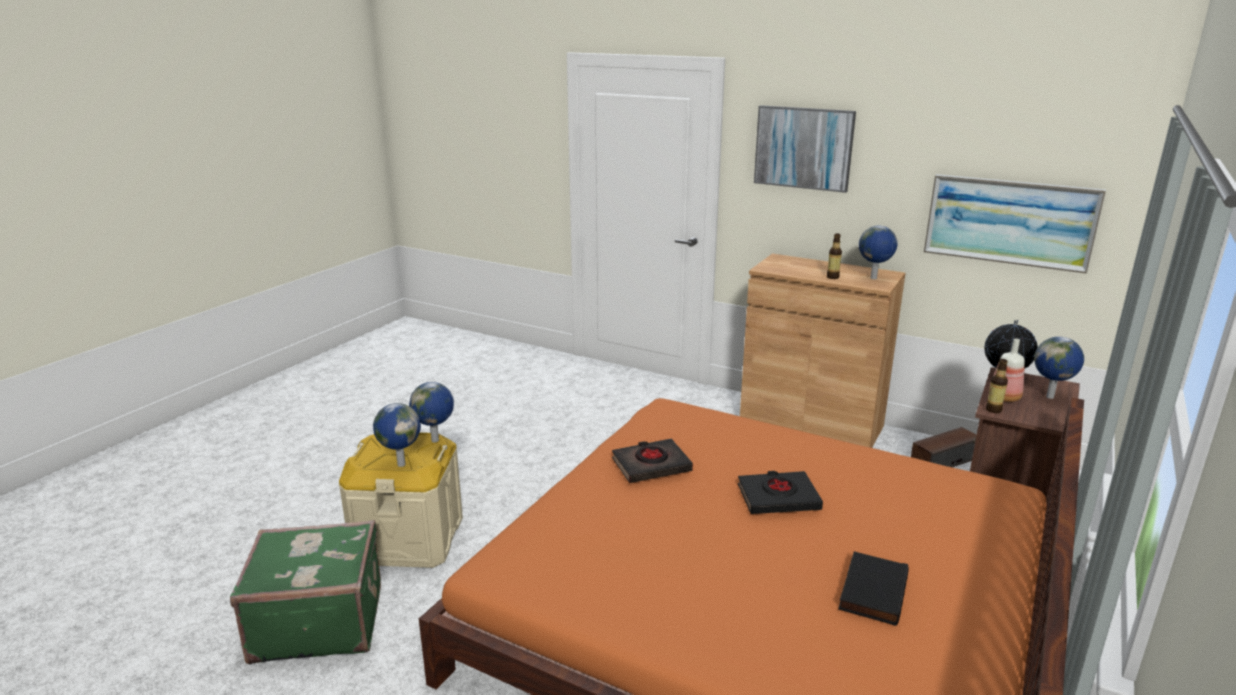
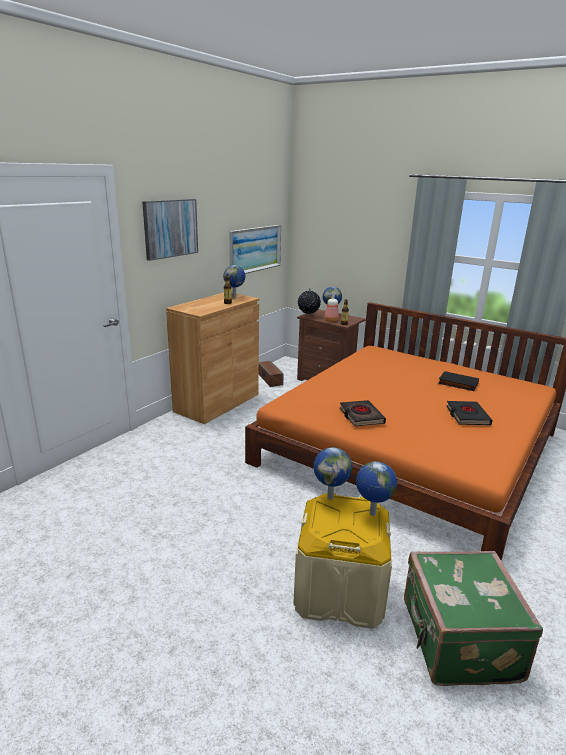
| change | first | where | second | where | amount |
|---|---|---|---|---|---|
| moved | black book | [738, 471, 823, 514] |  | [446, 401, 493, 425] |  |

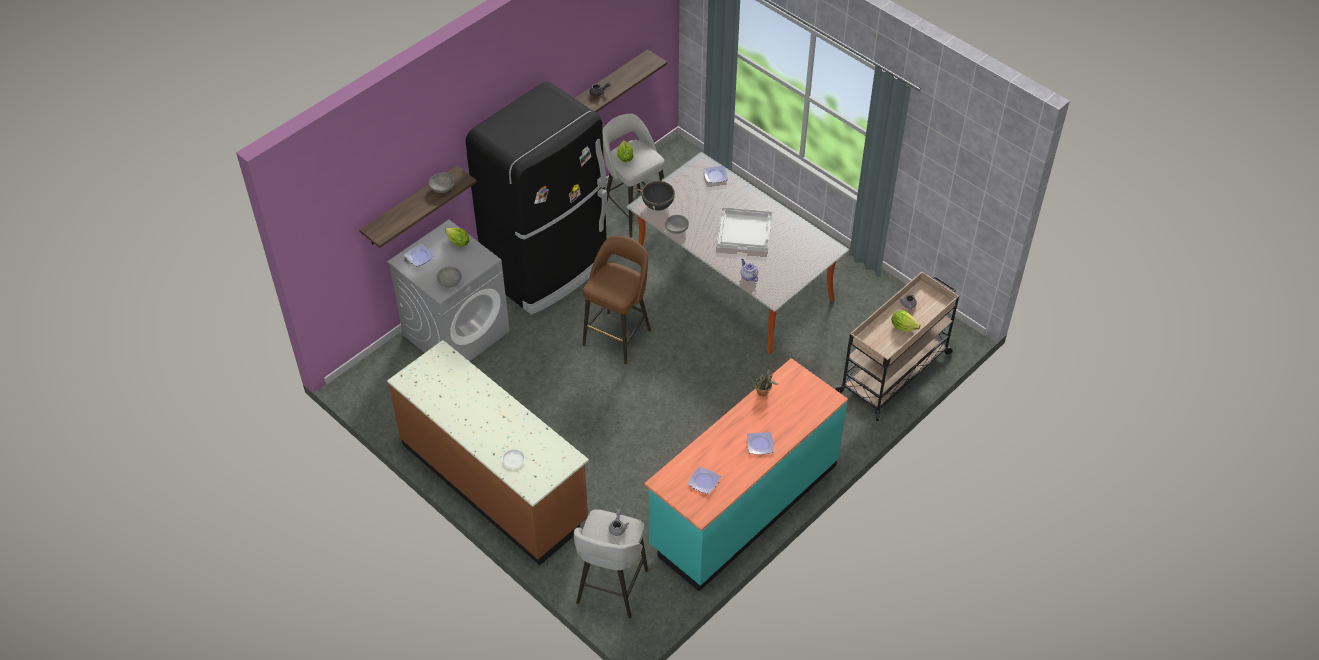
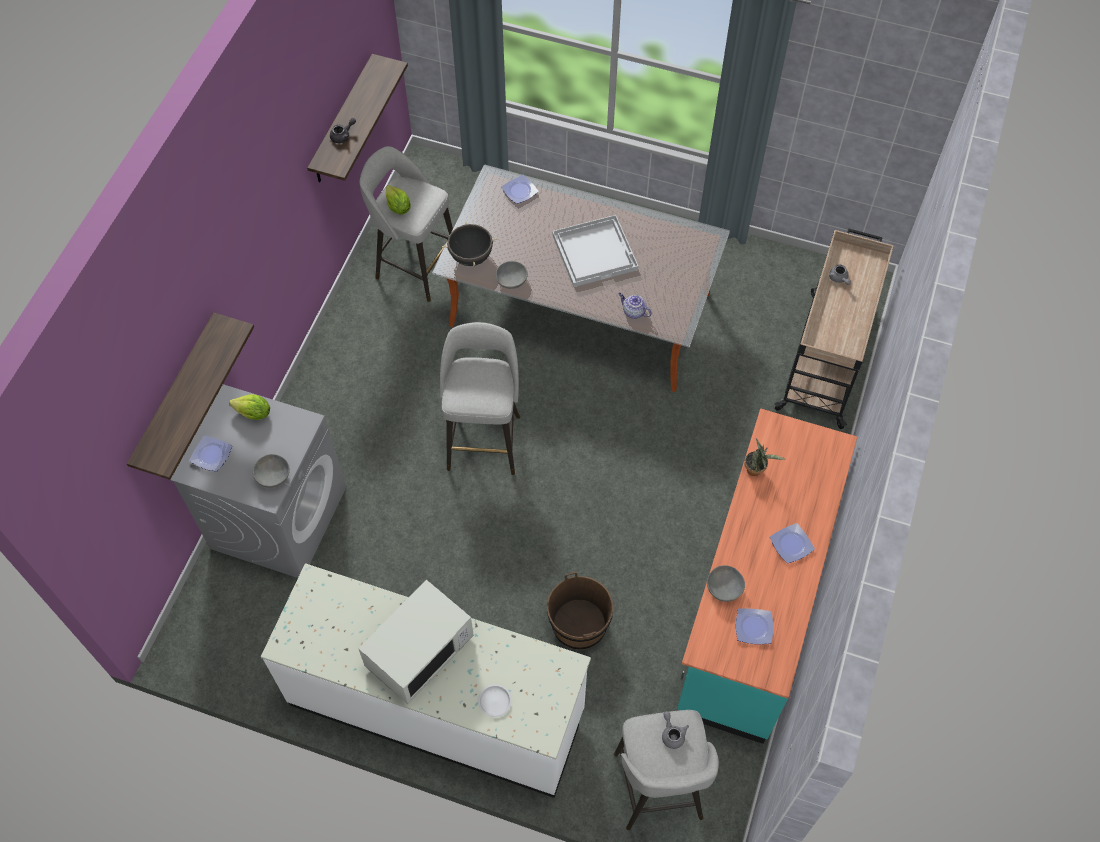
| change | first | where | second | where | amount |
|---|---|---|---|---|---|
| recoloured | brown counter | [387, 340, 589, 565] | white counter | [261, 563, 591, 798] |  |
| moved | grey bowl | [429, 173, 454, 193] |  | [707, 565, 745, 602] |  |
| removed | black fridge | [466, 82, 607, 315] |  |  |  |
| recoloured | brown stool | [582, 236, 651, 365] | grey stool | [440, 322, 520, 475] |  |
| removed | lettuce | [891, 310, 921, 332] |  |  |  |
| added |  |  | white microwave | [358, 580, 474, 704] |  |
| added |  |  | brown bucket | [547, 572, 613, 650] |  |

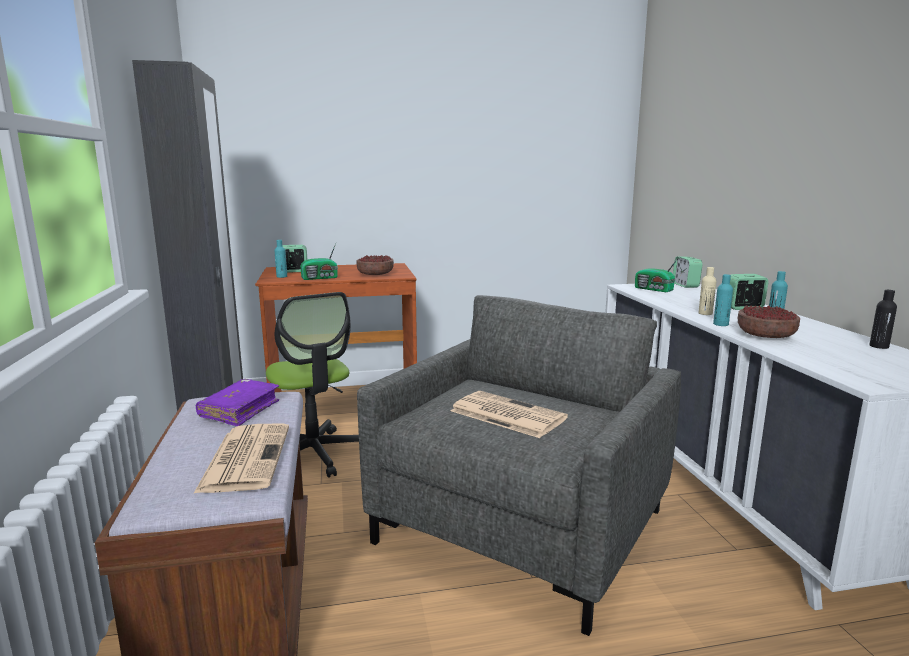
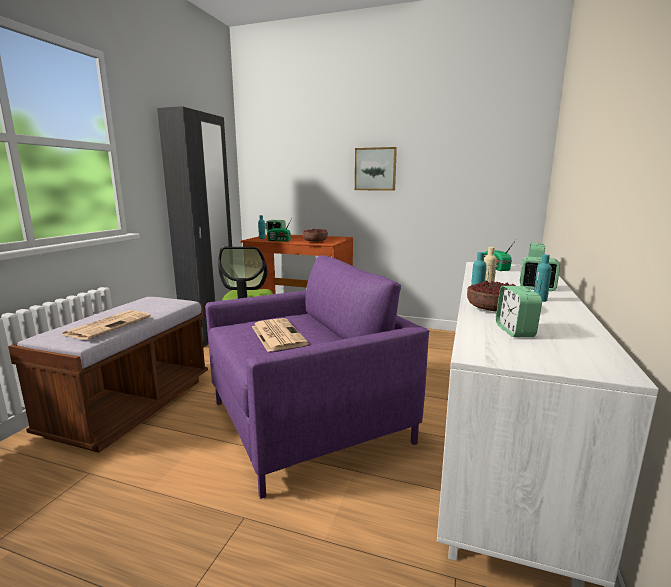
| change | first | where | second | where | amount |
|---|---|---|---|---|---|
| removed | purple book | [196, 379, 279, 426] |  |  |  |
| recoloured | grey armchair | [357, 295, 681, 636] | purple armchair | [205, 255, 429, 499] |  |
| removed | black bottle | [869, 290, 897, 349] |  |  |  |
| added |  |  | picture | [355, 147, 397, 190] |  |
| added |  |  | alarm clock | [496, 286, 542, 337] |  |

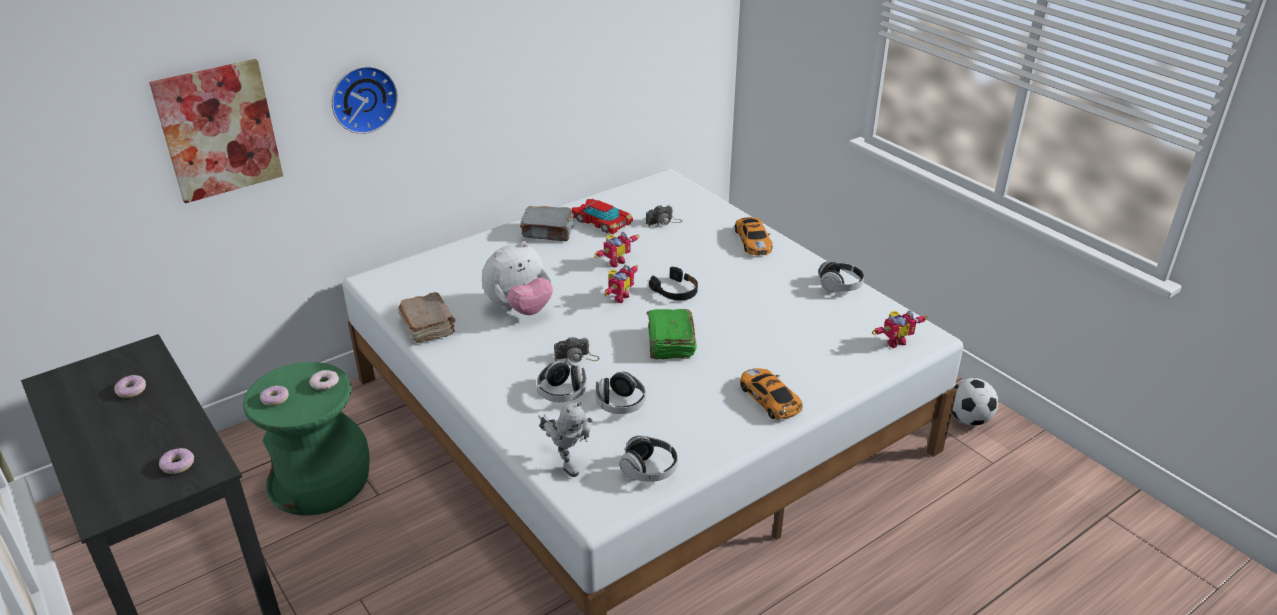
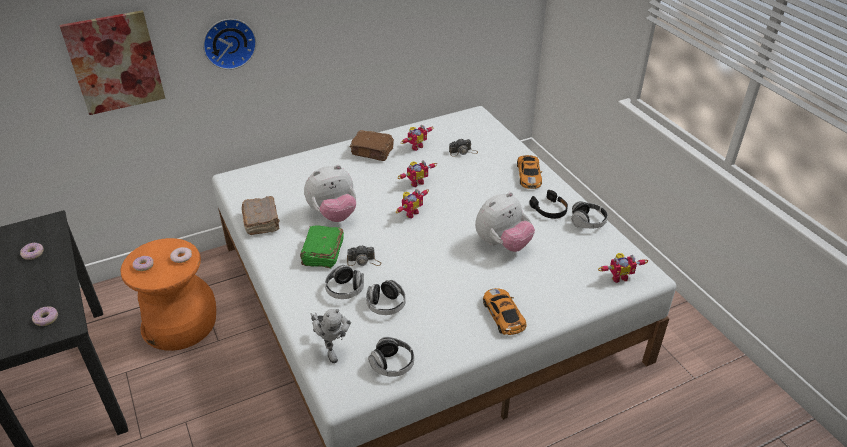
| change | first | where | second | where | amount |
|---|---|---|---|---|---|
| recoloured | green stool | [243, 362, 370, 515] | orange stool | [121, 238, 216, 351] |  |
| recoloured | grey book | [520, 206, 574, 241] | brown book | [350, 130, 394, 161] |  |
| replaced | toy car | [572, 199, 633, 234] | toy robot | [401, 125, 434, 151] |  |
| moved | green book | [647, 309, 697, 359] |  | [300, 226, 344, 269] |  |
| moved | black headphones | [649, 267, 698, 300] |  | [529, 190, 568, 219] |  |
| removed | football | [952, 378, 999, 426] |  |  |  |
| added |  |  | plush toy | [475, 192, 535, 252] |  |

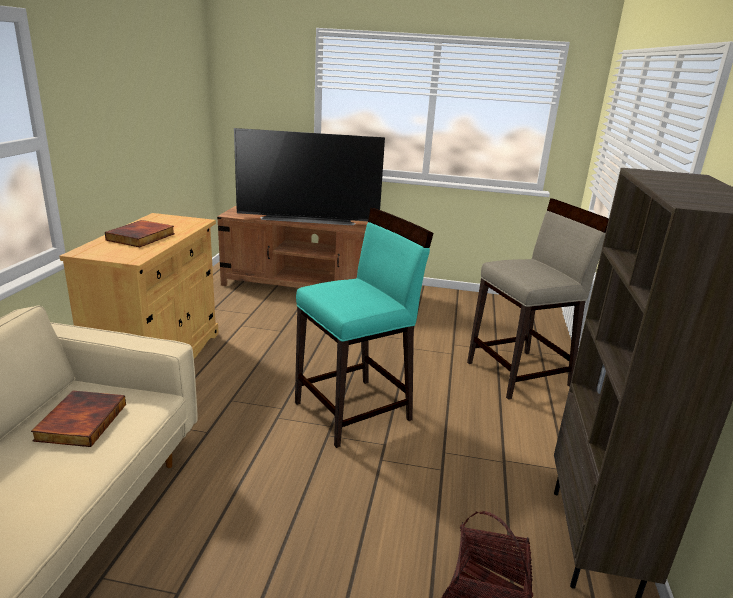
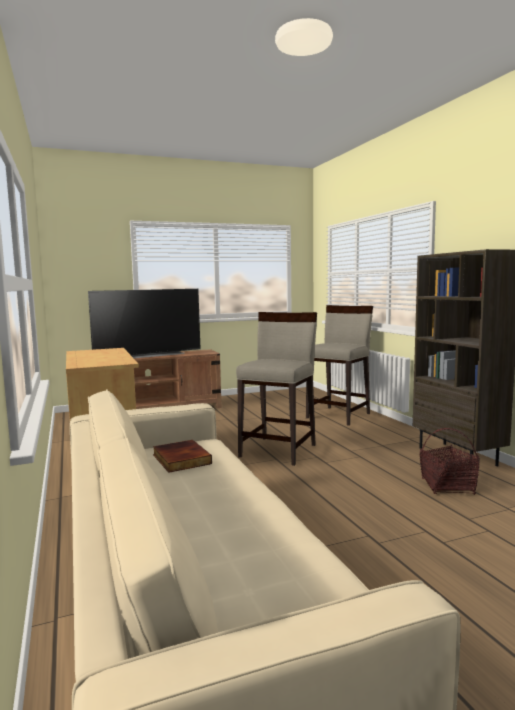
| change | first | where | second | where | amount |
|---|---|---|---|---|---|
| removed | book | [105, 220, 175, 247] |  |  |  |
| recoloured | turquoise stool | [295, 208, 434, 448] | beige stool | [236, 312, 317, 466] |  |

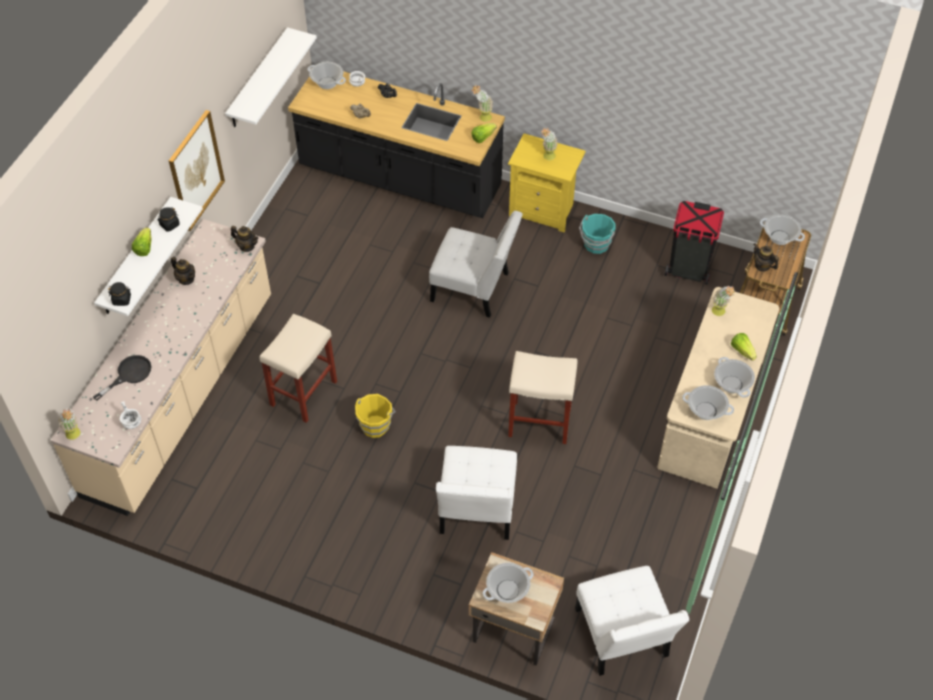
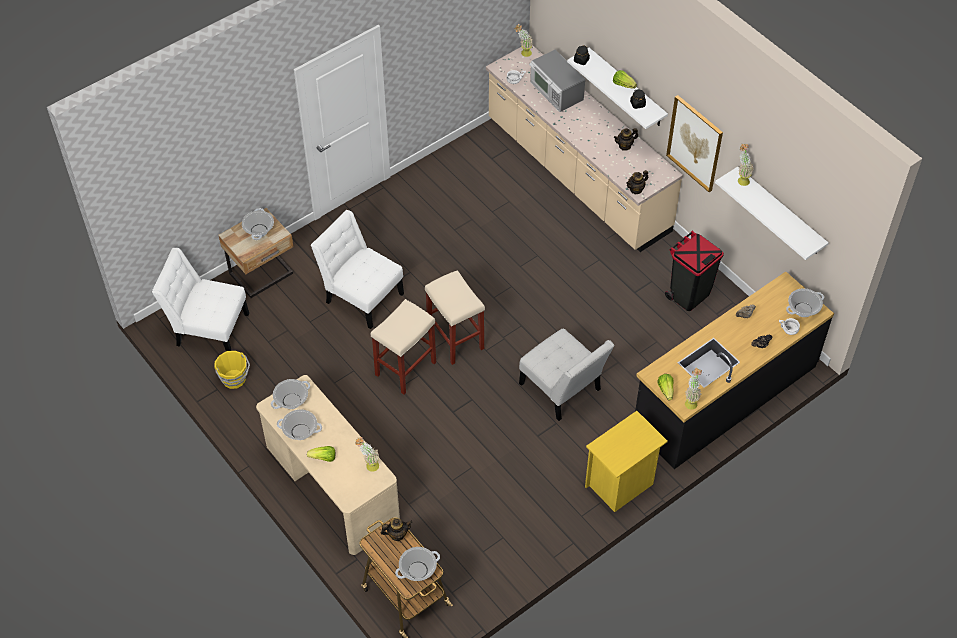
| change | first | where | second | where | amount |
|---|---|---|---|---|---|
| replaced | black frying pan | [93, 355, 151, 400] | microwave | [529, 50, 585, 112] |  |
| moved | beige stool | [259, 314, 337, 423] |  | [425, 270, 485, 365] |  |
| moved | yellow bucket | [355, 394, 396, 438] |  | [214, 351, 250, 389] |  |
| turned | white chair | [429, 211, 523, 318] |  | [519, 329, 614, 421] | 90 degrees counterclockwise |
| moved | potted plant | [541, 128, 558, 160] |  | [738, 144, 754, 186] |  |
| removed | turquoise bucket | [579, 214, 616, 254] |  |  |  |
| moved | black trash can | [665, 201, 724, 285] |  | [665, 231, 724, 311] |  |

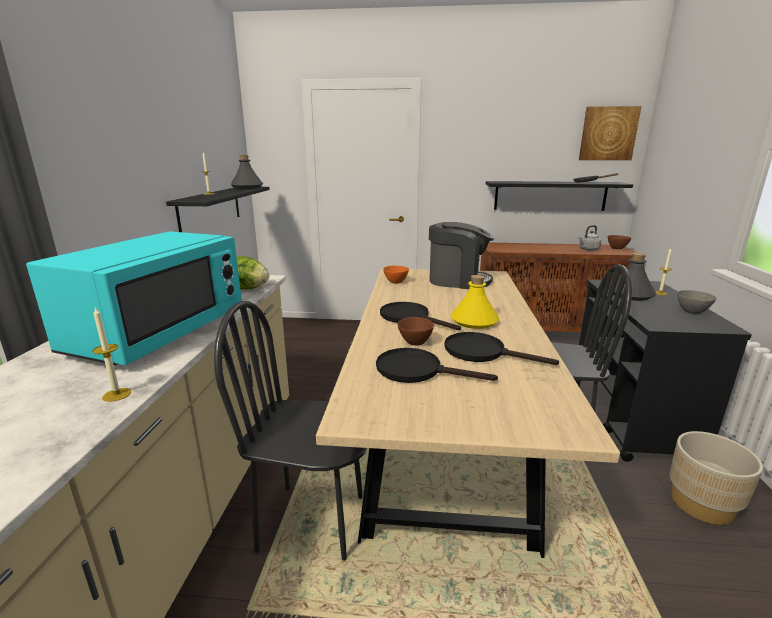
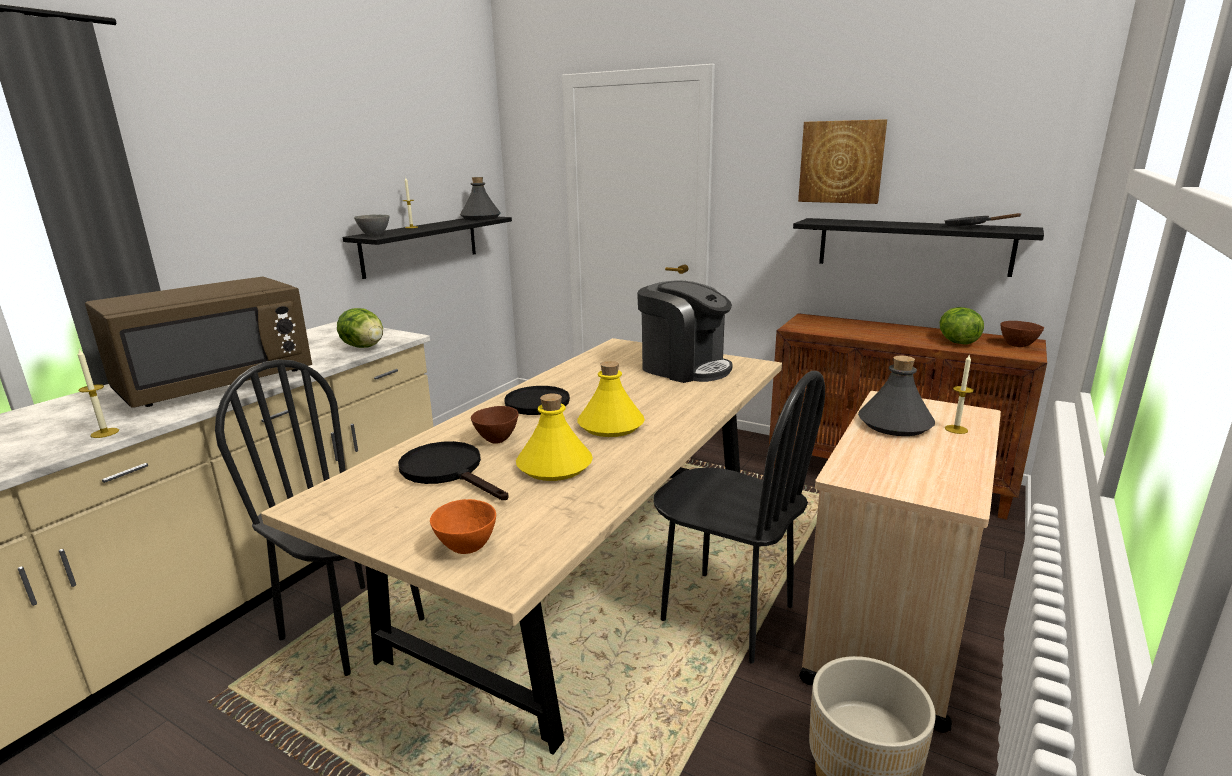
| change | first | where | second | where | amount |
|---|---|---|---|---|---|
| recoloured | turquoise microwave | [26, 231, 242, 365] | brown microwave | [85, 277, 312, 408] |  |
| moved | orange bowl | [383, 266, 409, 284] |  | [430, 499, 496, 554] |  |
| replaced | black frying pan | [444, 332, 559, 365] | yellow bottle | [516, 393, 593, 481] |  |
| recoloured | black cart | [575, 279, 752, 462] | beige cart | [799, 391, 1001, 733] |  |
| moved | picture | [579, 106, 641, 160] |  | [798, 119, 887, 204] |  |
| replaced | grey kettle | [579, 225, 601, 251] | lettuce | [940, 307, 984, 345] |  |
| moved | grey bowl | [677, 290, 717, 314] |  | [354, 215, 390, 236] |  |

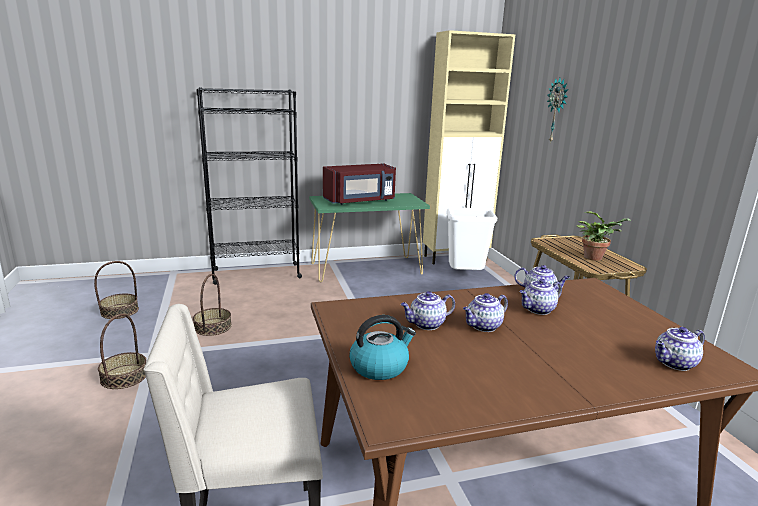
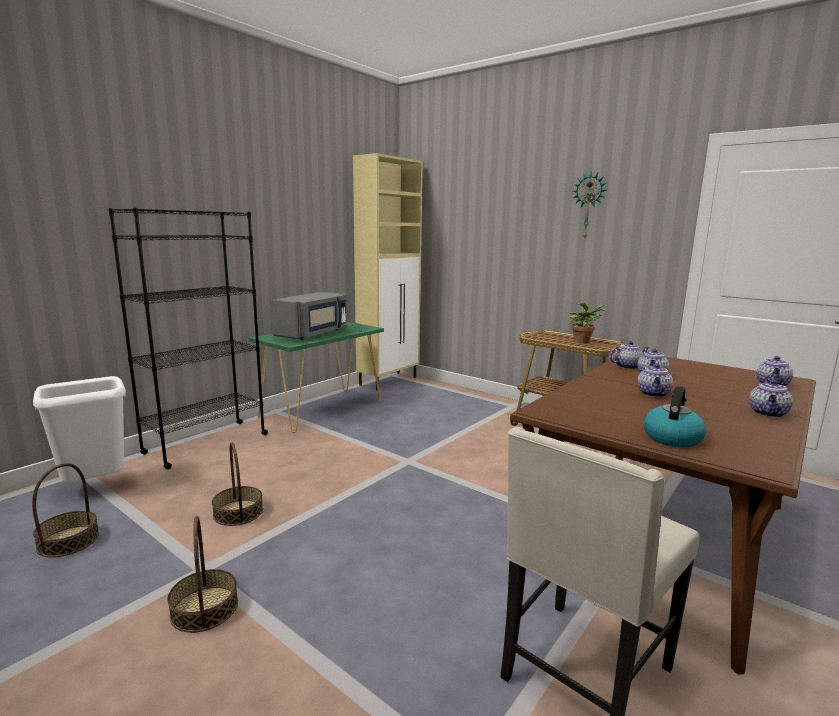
| change | first | where | second | where | amount |
|---|---|---|---|---|---|
| recoloured | red microwave | [323, 163, 396, 205] | grey microwave | [271, 292, 347, 340] |  |
| moved | teapot | [401, 291, 455, 330] |  | [749, 380, 793, 417] |  |
| moved | white trash can | [446, 207, 497, 270] |  | [33, 376, 126, 482] |  |
| moved | wall clock | [547, 78, 569, 143] |  | [573, 171, 607, 239] |  |

